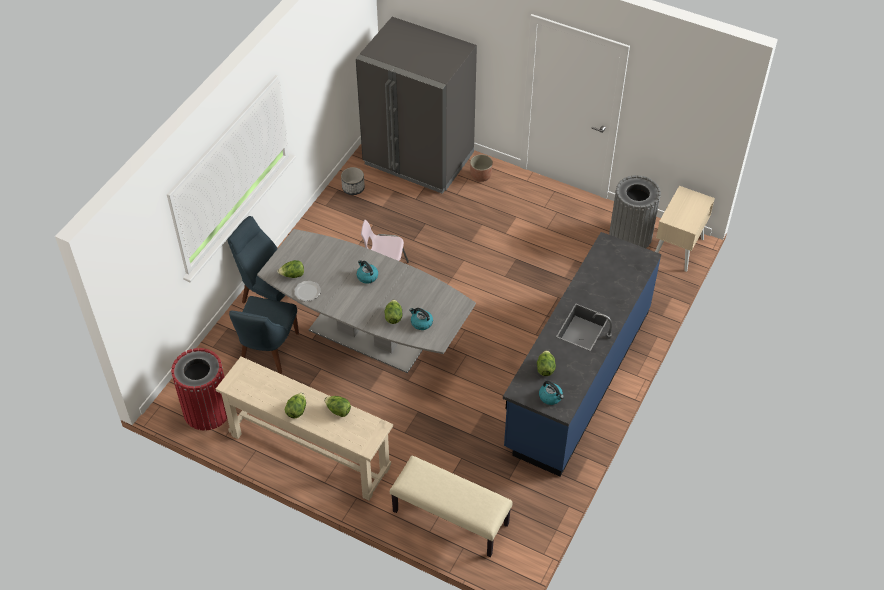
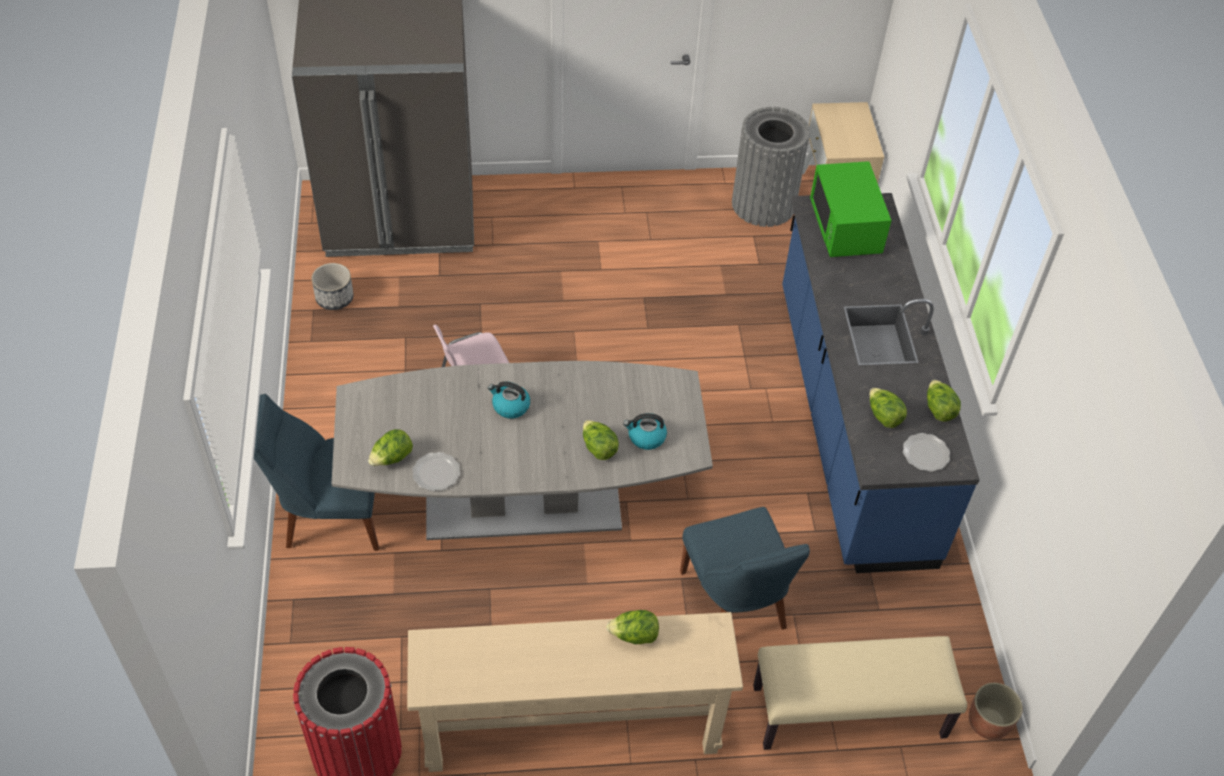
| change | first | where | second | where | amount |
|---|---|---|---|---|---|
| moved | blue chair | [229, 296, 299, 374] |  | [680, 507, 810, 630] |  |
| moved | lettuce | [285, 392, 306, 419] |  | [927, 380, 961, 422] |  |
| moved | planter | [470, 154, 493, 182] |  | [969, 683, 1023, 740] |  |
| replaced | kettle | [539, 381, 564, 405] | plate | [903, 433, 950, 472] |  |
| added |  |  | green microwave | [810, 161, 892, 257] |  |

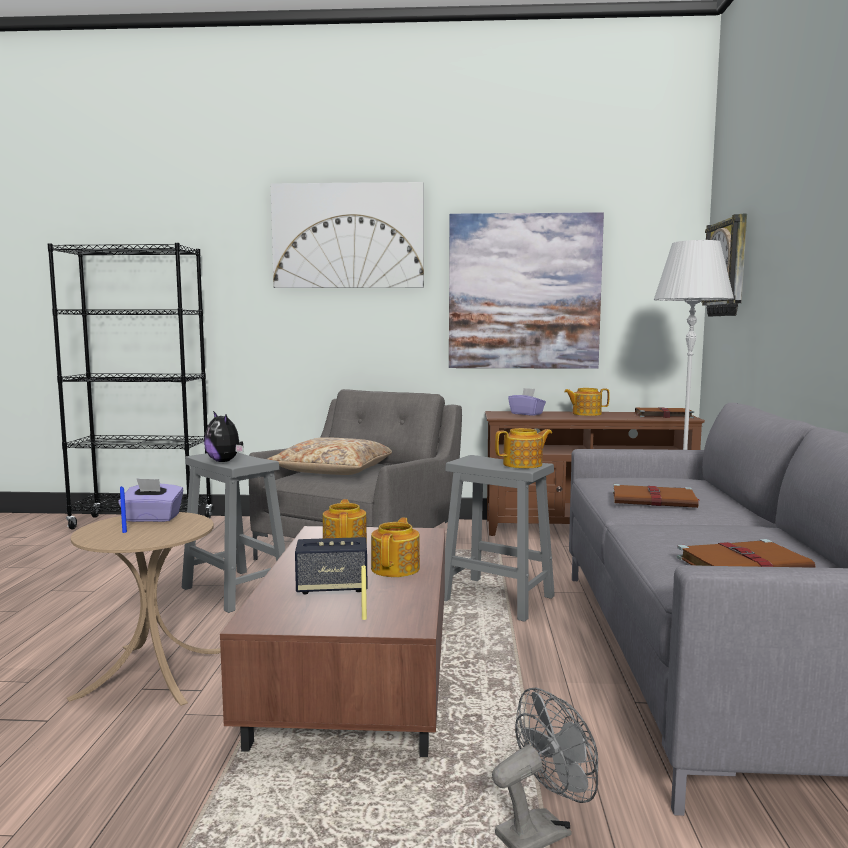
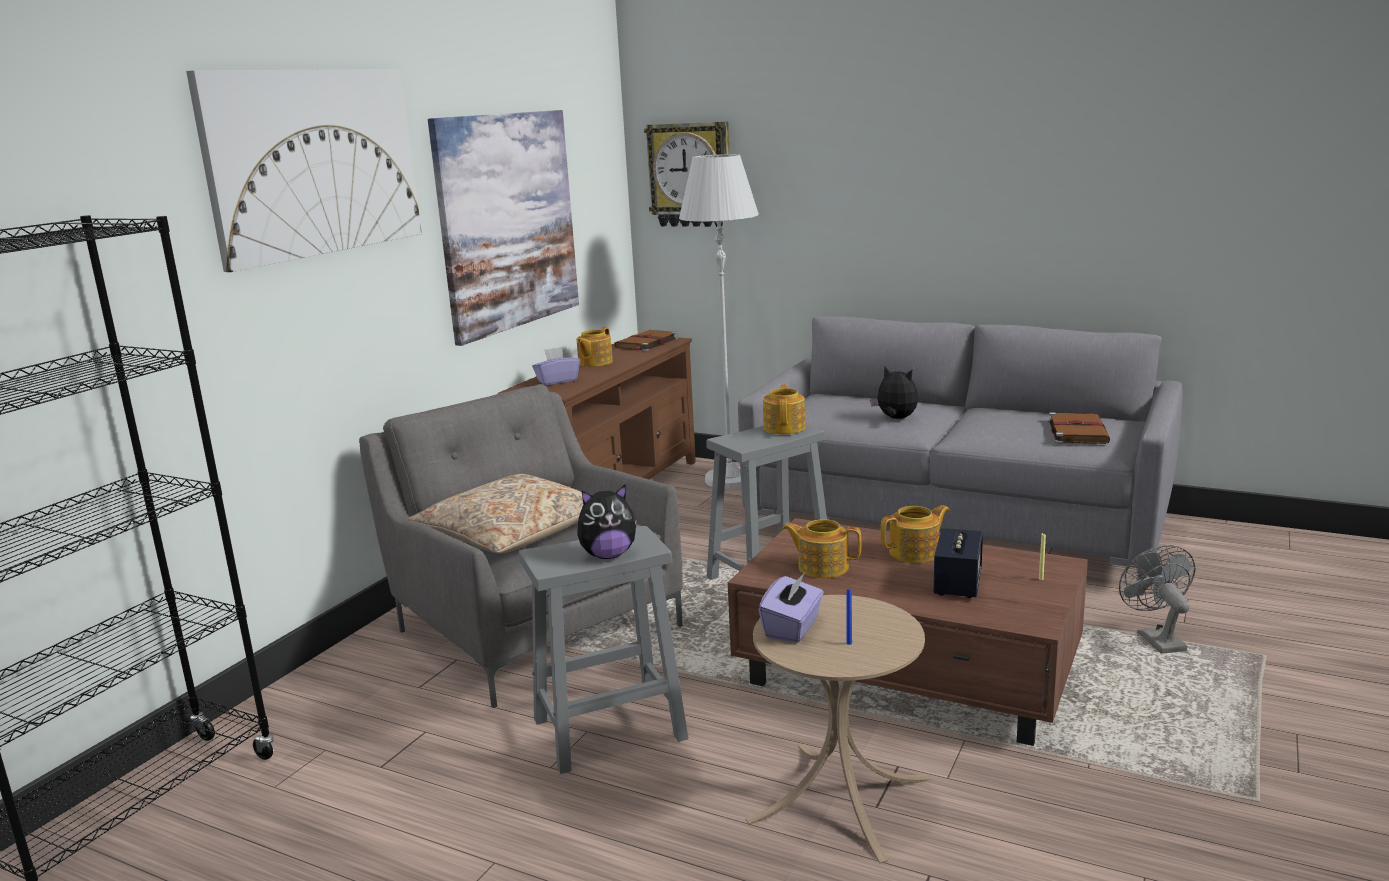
| change | first | where | second | where | amount |
|---|---|---|---|---|---|
| turned | teapot | [371, 518, 420, 577] |  | [881, 505, 949, 563] | 120 degrees clockwise |
| replaced | brown book | [613, 484, 699, 508] | plush toy | [870, 366, 918, 419] |  |

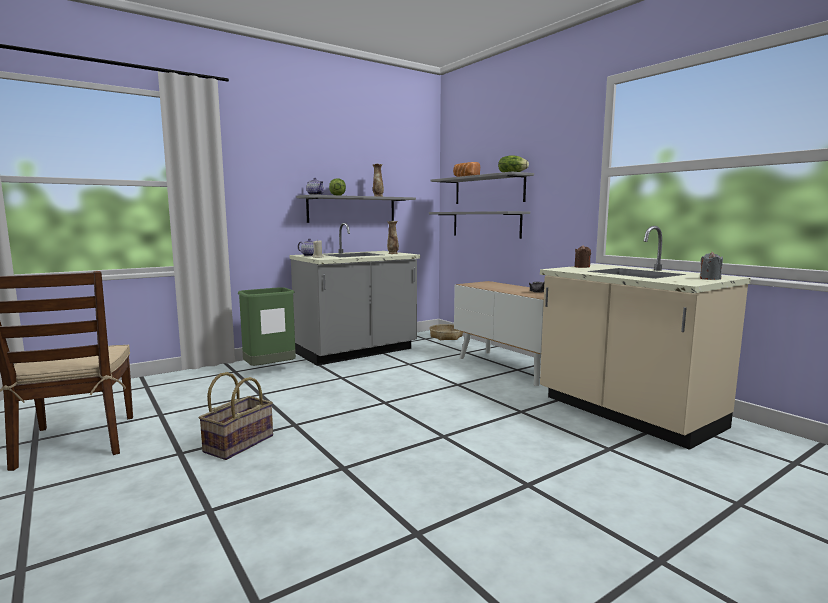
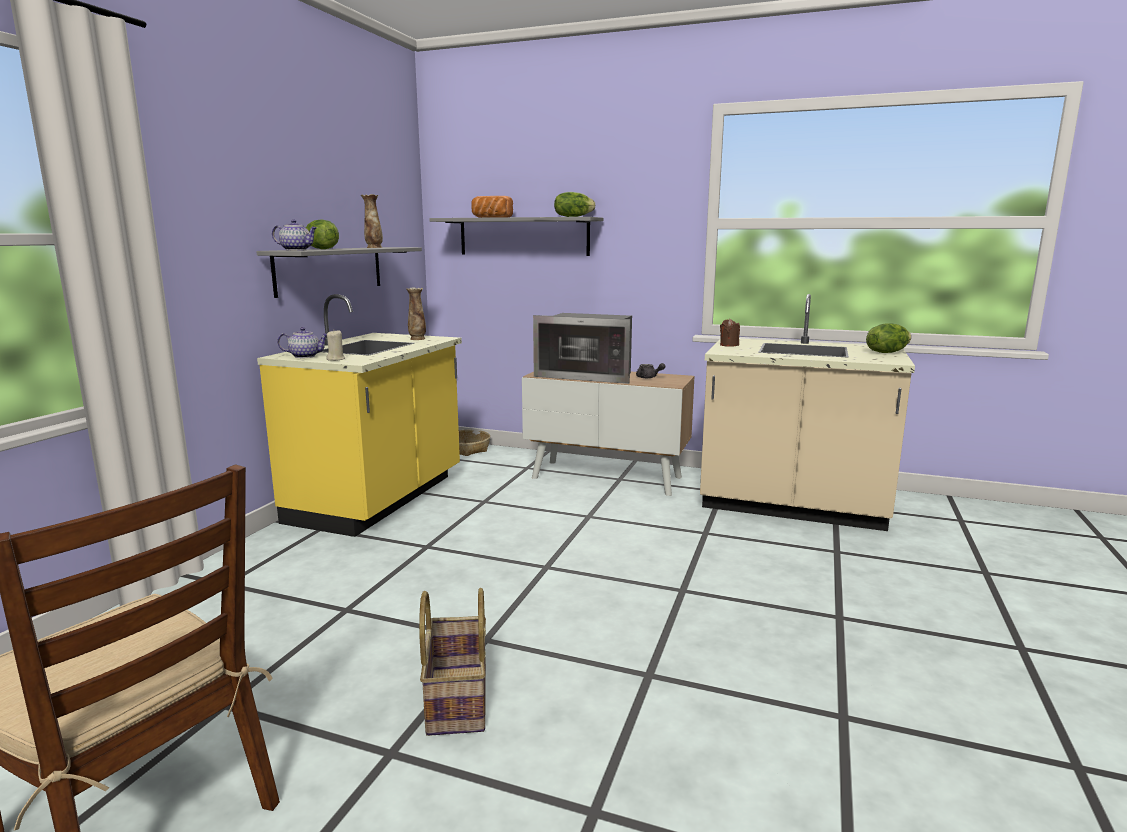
| change | first | where | second | where | amount |
|---|---|---|---|---|---|
| removed | green trash can | [238, 287, 296, 366] |  |  |  |
| recoloured | grey counter | [290, 223, 420, 366] | yellow counter | [257, 294, 462, 537] |  |
| removed | grey shelf | [429, 211, 530, 239] |  |  |  |
| replaced | grey candle | [700, 252, 723, 280] | lettuce | [866, 323, 911, 353] |  |
| added |  |  | microwave | [533, 313, 632, 384] |  |

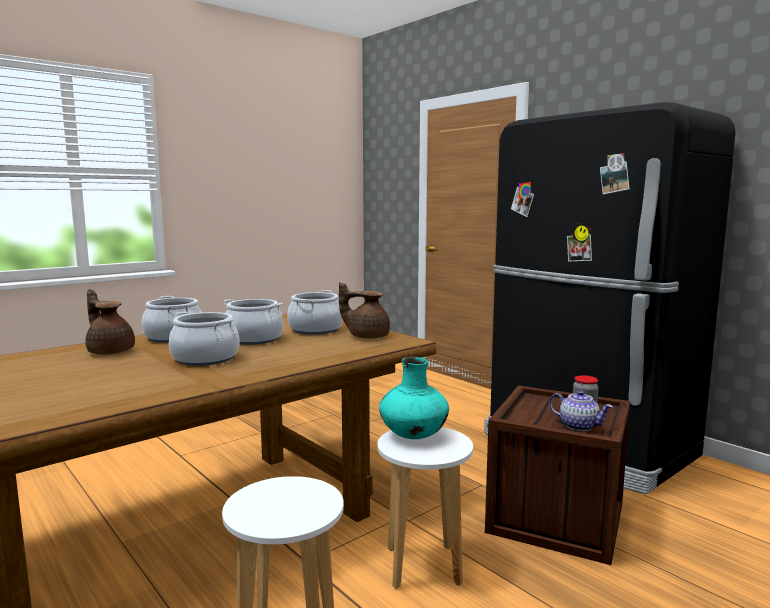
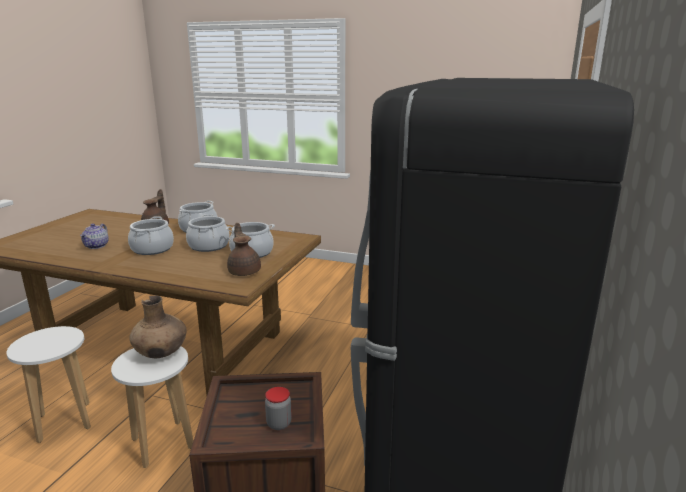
| change | first | where | second | where | amount |
|---|---|---|---|---|---|
| recoloured | turquoise vase | [379, 357, 449, 439] | brown vase | [129, 296, 187, 358] |  |
| moved | teapot | [549, 390, 613, 431] |  | [80, 224, 109, 249] |  |

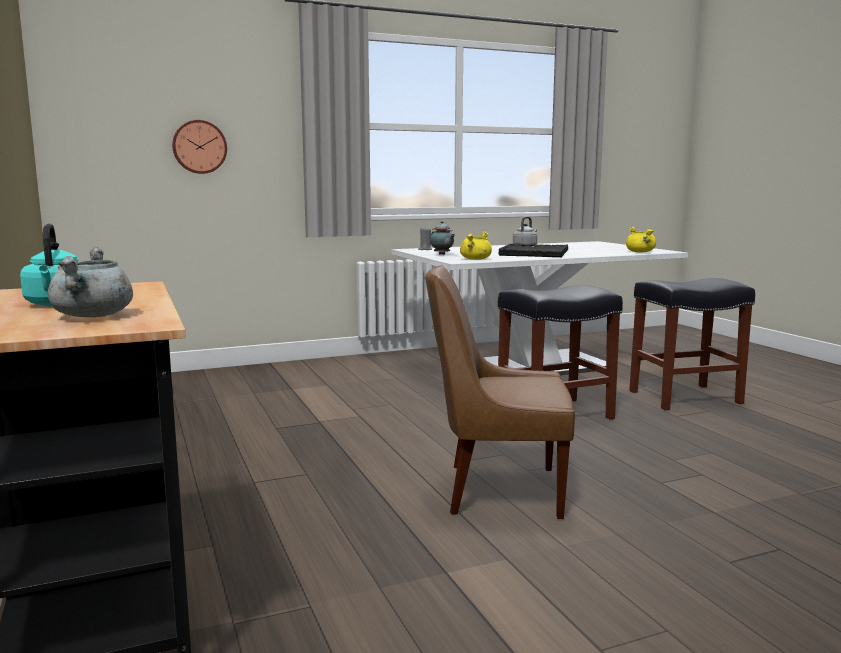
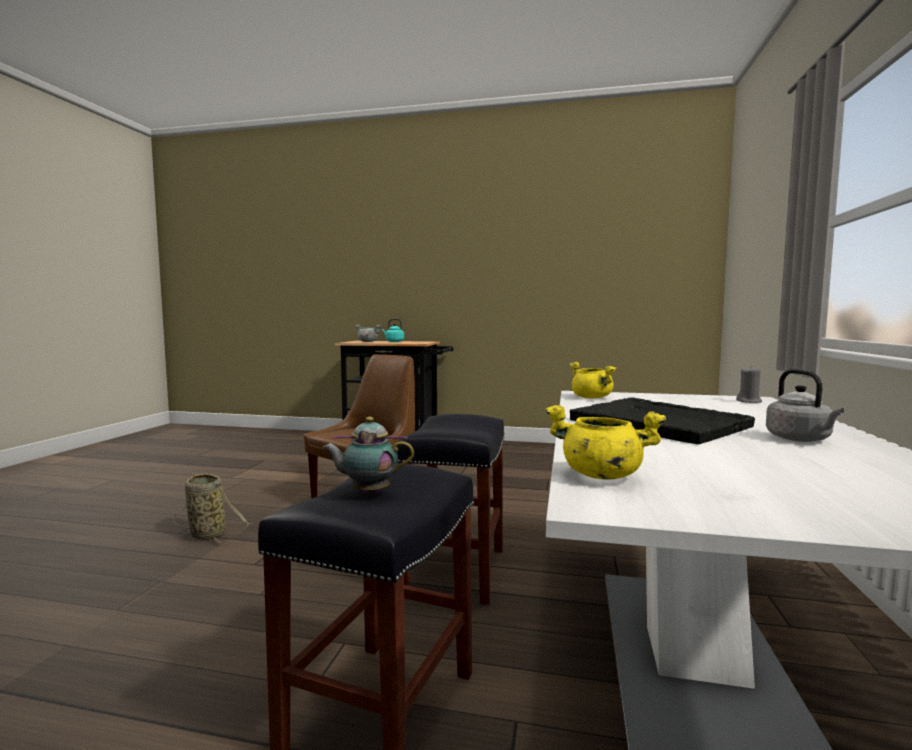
| change | first | where | second | where | amount |
|---|---|---|---|---|---|
| removed | wall clock | [172, 120, 227, 174] |  |  |  |
| moved | teapot | [430, 221, 455, 255] |  | [322, 417, 414, 493] |  |
| added |  |  | basket | [173, 473, 249, 542] |  |

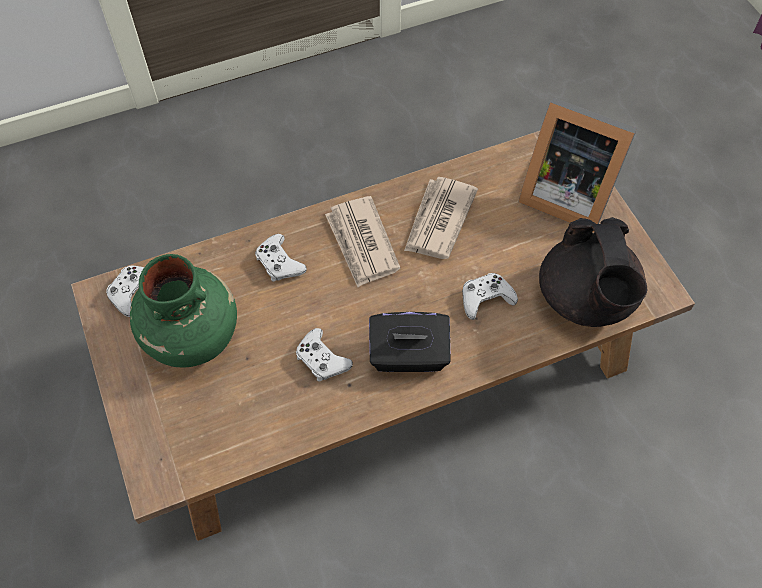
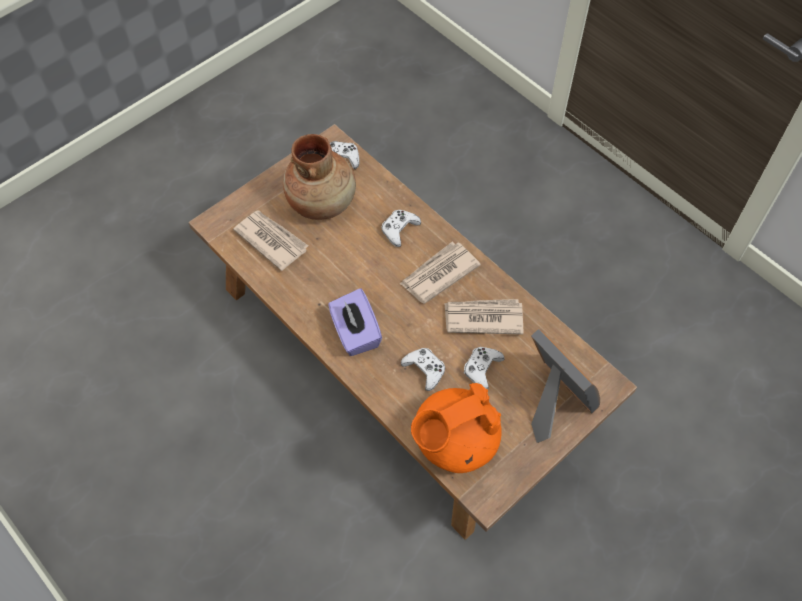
| change | first | where | second | where | amount |
|---|---|---|---|---|---|
| recoloured | green vase | [130, 254, 237, 367] | brown vase | [283, 134, 356, 220] |  |
| moved | white game controller | [296, 328, 353, 382] |  | [464, 347, 504, 389] |  |
| recoloured | black tissue box | [369, 312, 451, 372] | purple tissue box | [328, 288, 382, 356] |  |
| turned | picture frame | [518, 98, 637, 233] |  | [531, 329, 600, 443] | 135 degrees clockwise |
| recoloured | black teapot | [539, 217, 647, 327] | orange teapot | [411, 383, 502, 473] |  |
| added |  |  | newspaper | [233, 210, 308, 271] |  |

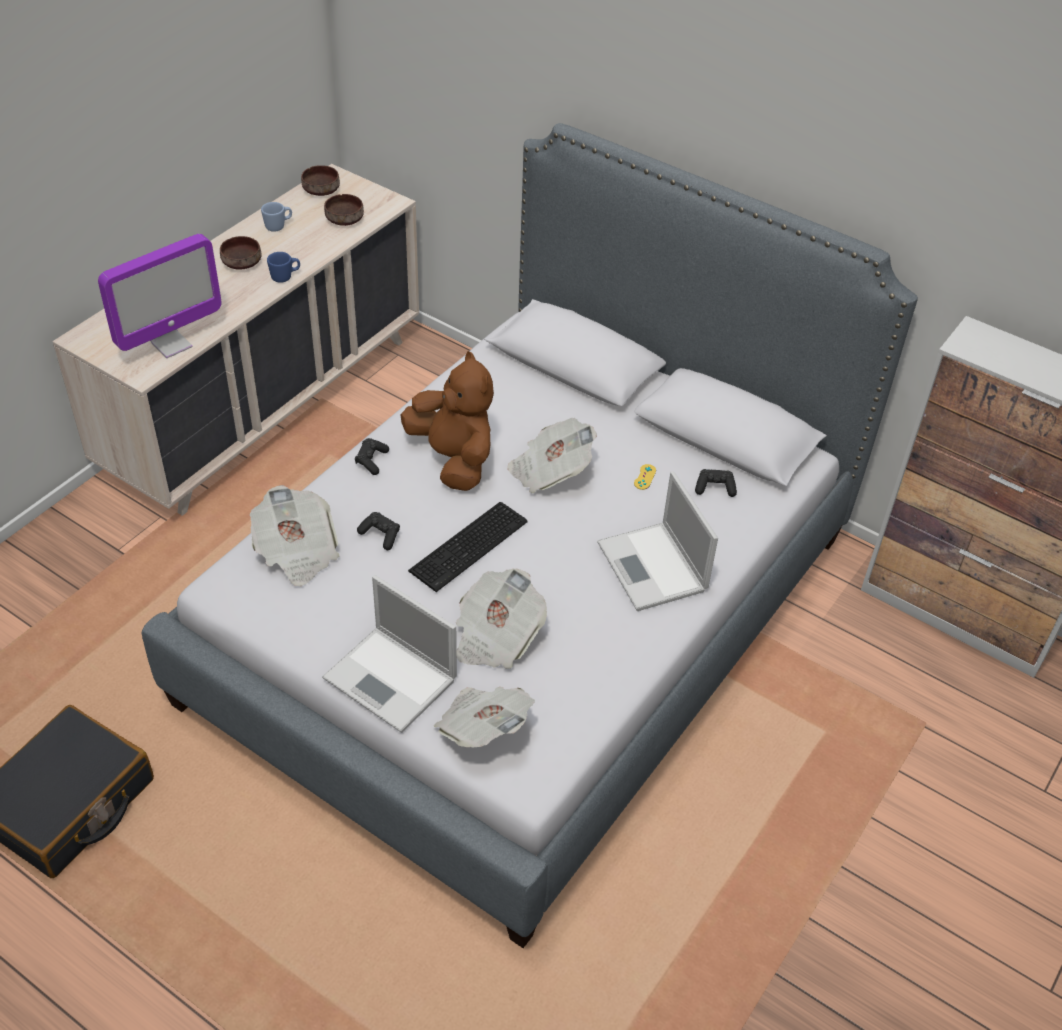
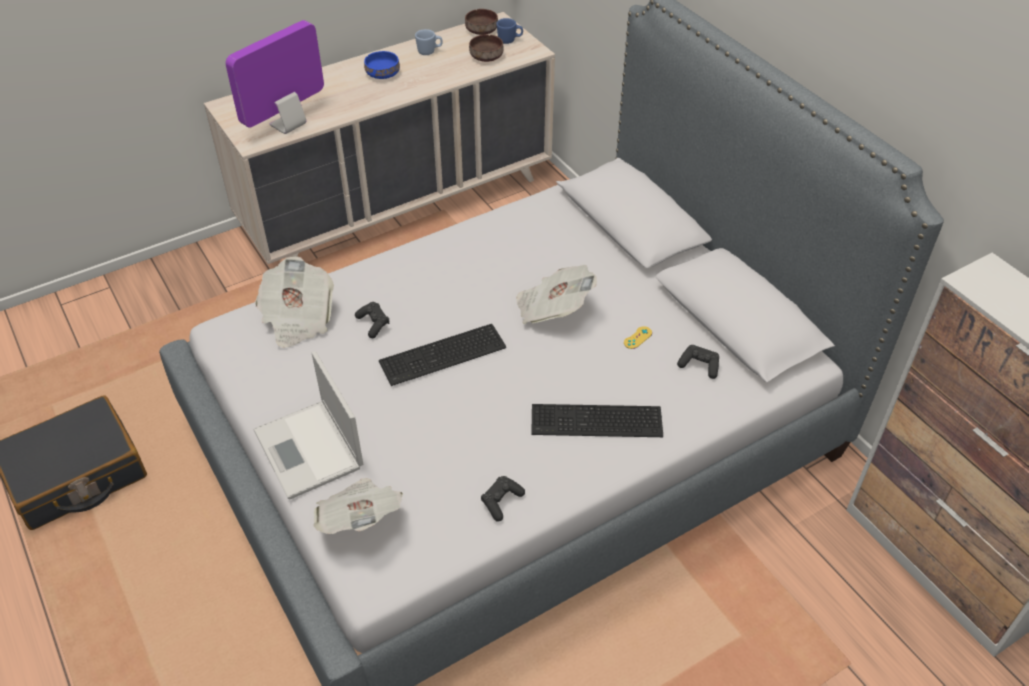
| change | first | where | second | where | amount |
|---|---|---|---|---|---|
| turned | monitor | [98, 234, 222, 358] |  | [226, 20, 324, 134] | 150 degrees clockwise |
| recoloured | brown bowl | [220, 236, 262, 270] | blue bowl | [364, 51, 400, 79] |  |
| moved | blue mug | [267, 252, 300, 283] |  | [496, 18, 523, 44] |  |
| moved | black game controller | [355, 438, 389, 475] |  | [481, 476, 525, 522] |  |
| removed | brown plush toy | [400, 351, 494, 491] |  |  |  |
| removed | newspaper | [456, 568, 547, 669] |  |  |  |
| replaced | laptop | [597, 472, 718, 611] | keyboard | [531, 404, 663, 437] |  |

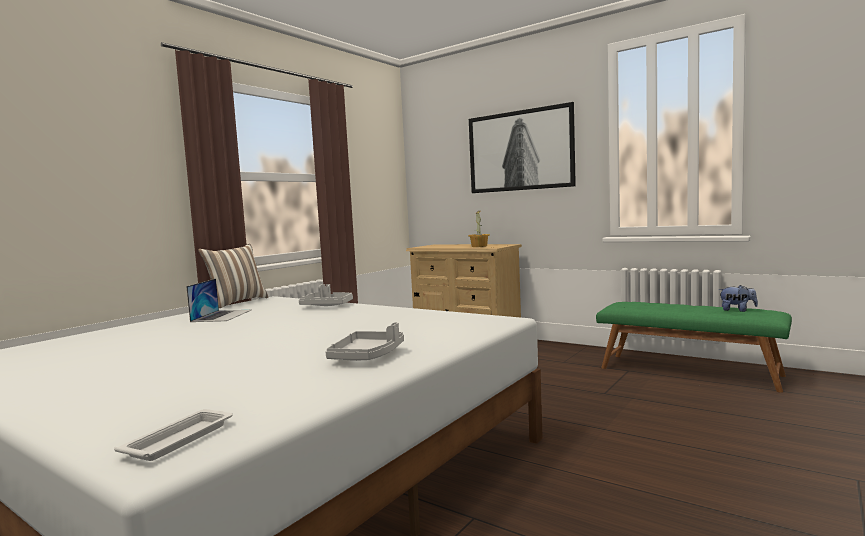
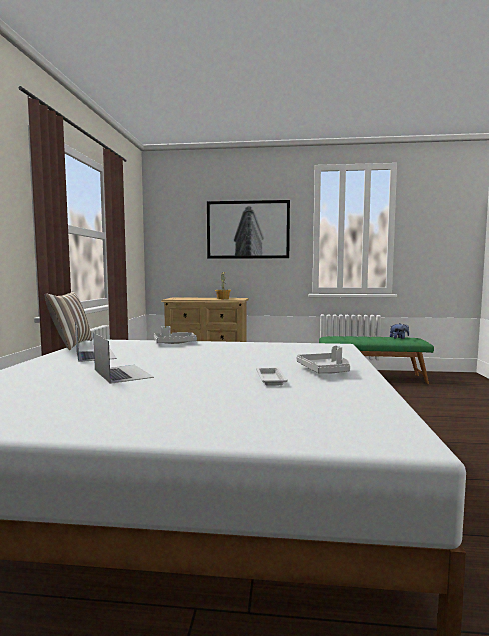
| change | first | where | second | where | amount |
|---|---|---|---|---|---|
| moved | white tray | [114, 409, 233, 461] |  | [256, 368, 288, 386] |  |
| added |  |  | laptop | [93, 333, 154, 384] |  |

